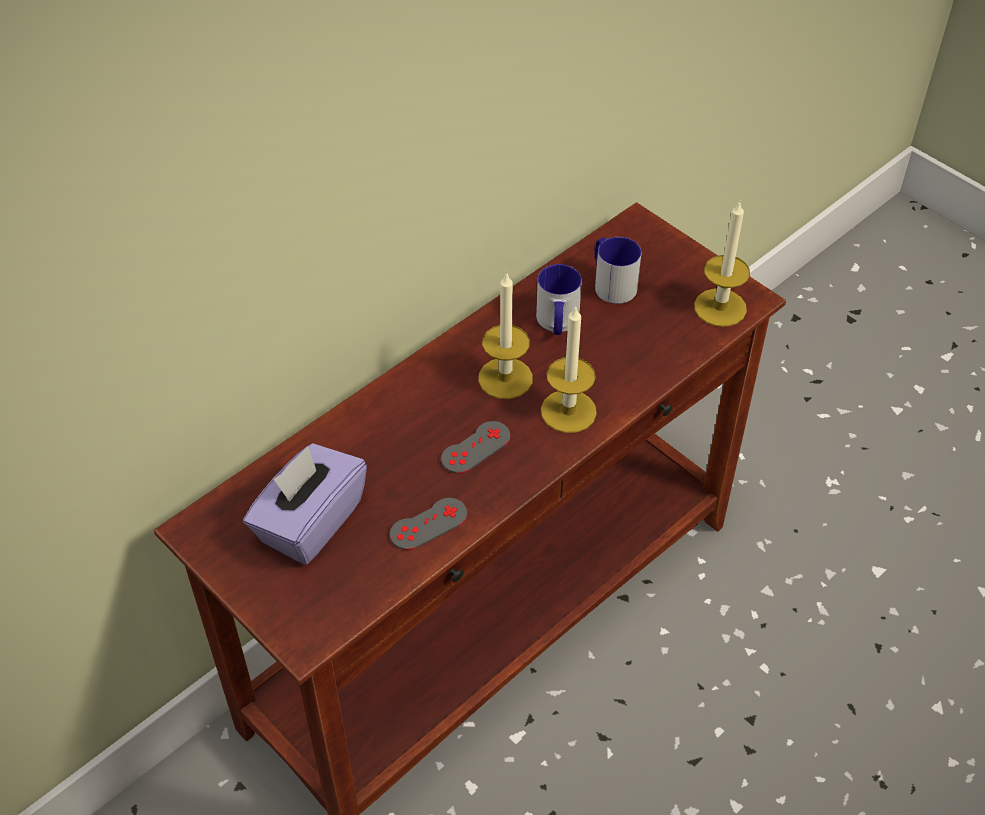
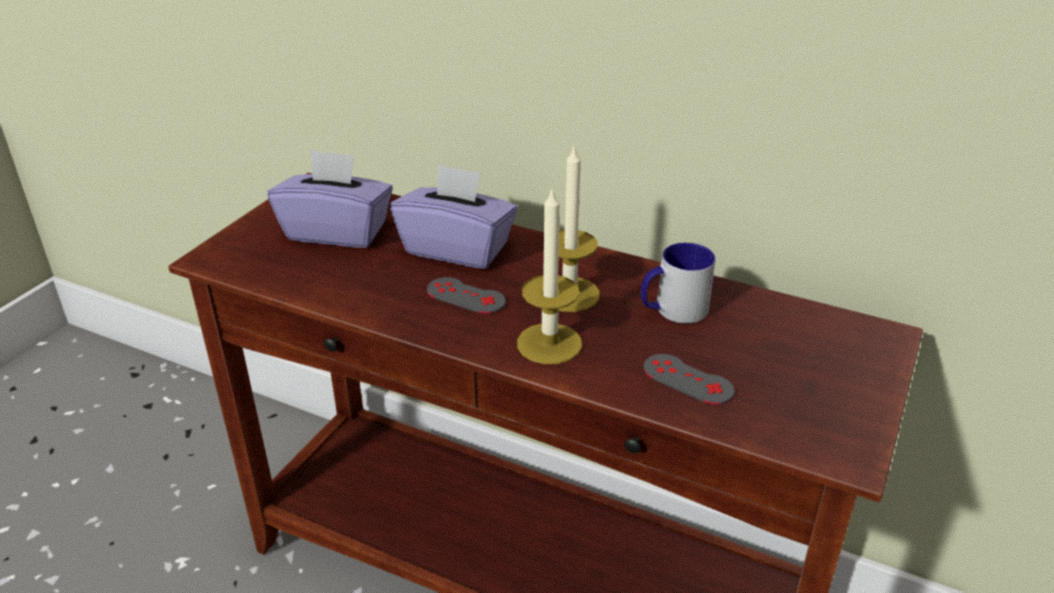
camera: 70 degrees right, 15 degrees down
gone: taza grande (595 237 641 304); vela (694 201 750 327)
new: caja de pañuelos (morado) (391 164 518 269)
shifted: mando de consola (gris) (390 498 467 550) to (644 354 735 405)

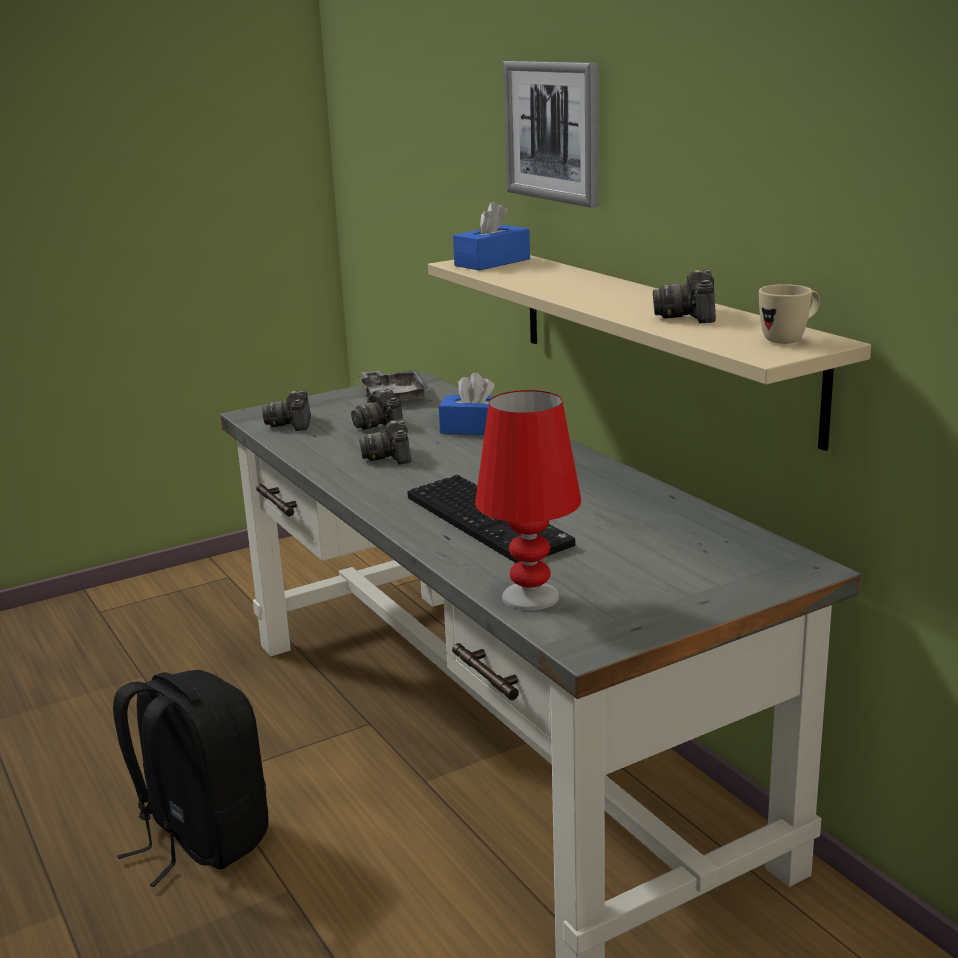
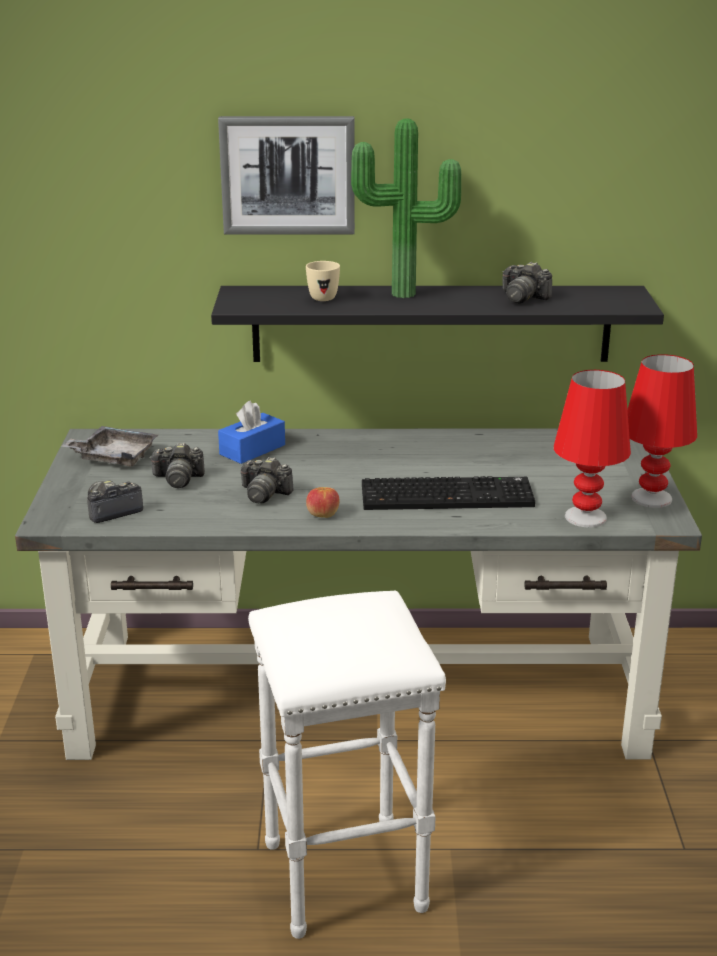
camera: 60 degrees left, 5 degrees up
gone: caja de pañuelos (azul) (453 201 530 270)
new: manzana (306 487 340 518); planta en maceta (351 118 461 298); lámpara de mesa (rojo) (627 354 697 508)
shifted: taza grande (beis) (759 284 820 344) to (306 261 340 301)
swapped: mochila (negro) (113 670 268 887) to taburete (blanco) (248 591 446 939)
repainted: estante (beis) (428 255 871 451) to estante (negro) (211 286 664 362)
rotated: cámara (262 390 311 431) = (87 480 143 523) 120 degrees clockwise

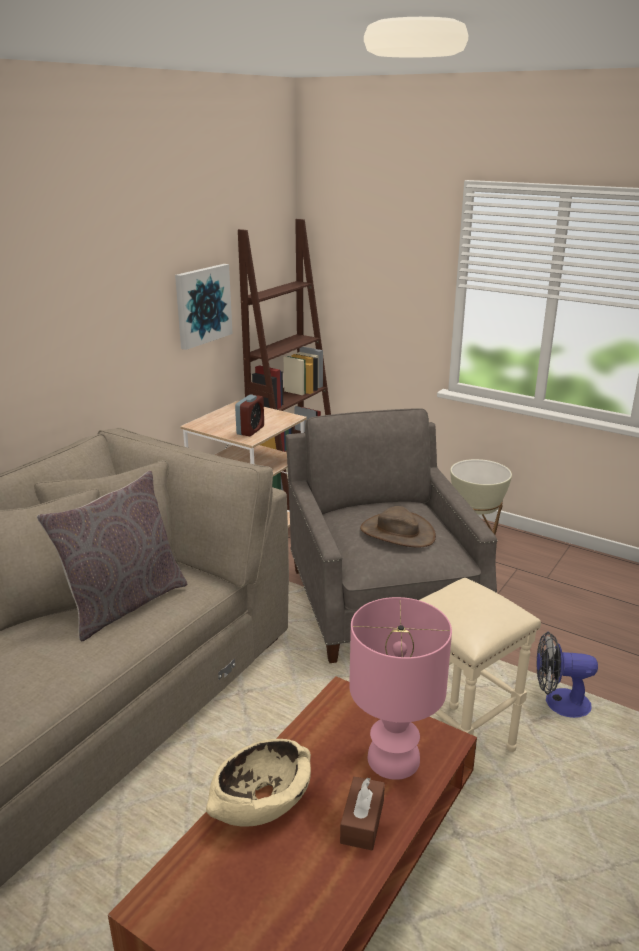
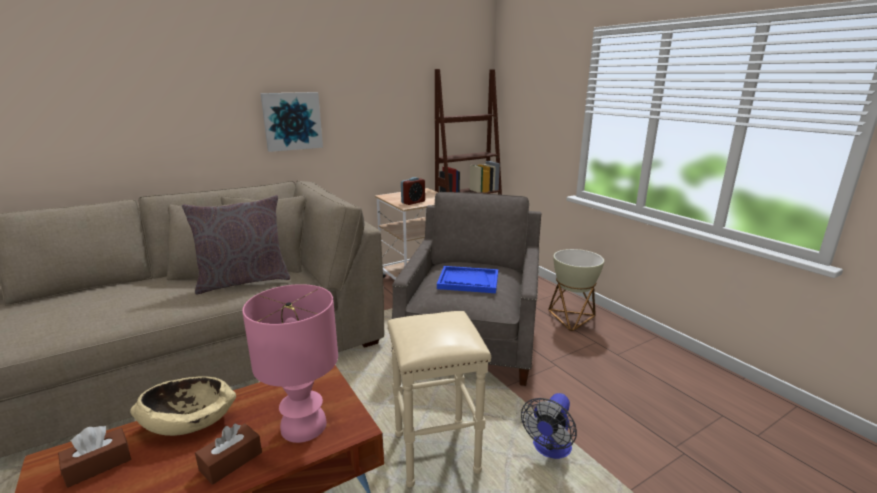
camera: 25 degrees right, 5 degrees down
new: caja de pañuelos (marrón) (58 426 131 488)
shifted: cuadro (175 264 233 350) to (260 92 323 152)
swapped: sombrero (marrón) (360 506 436 548) to bandeja (azul) (437 266 498 293)
rotated: ventilador (537 632 598 718) = (521 393 577 459) 90 degrees counterclockwise

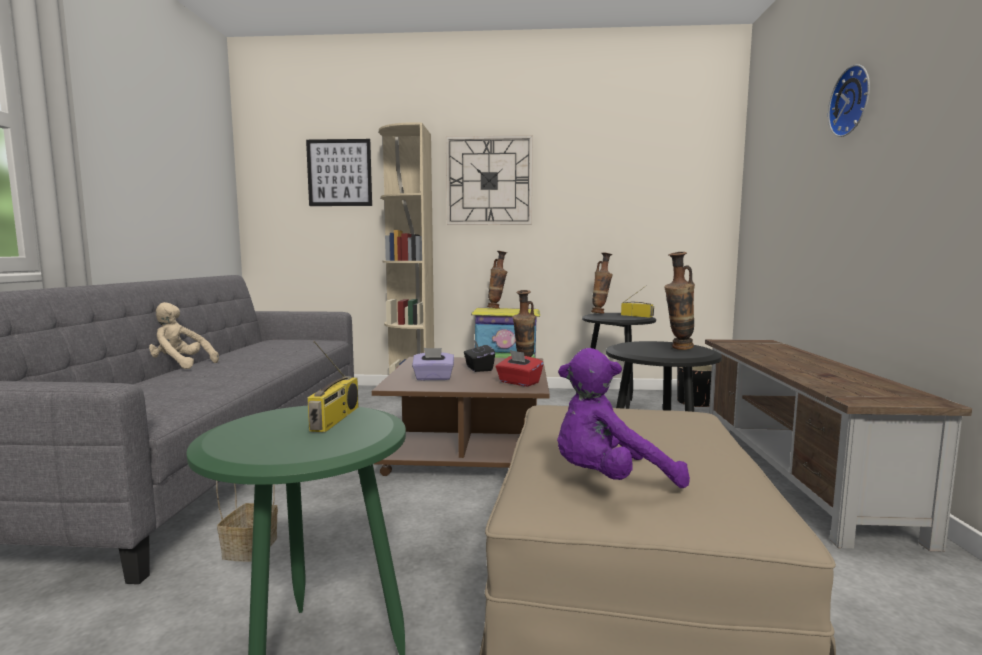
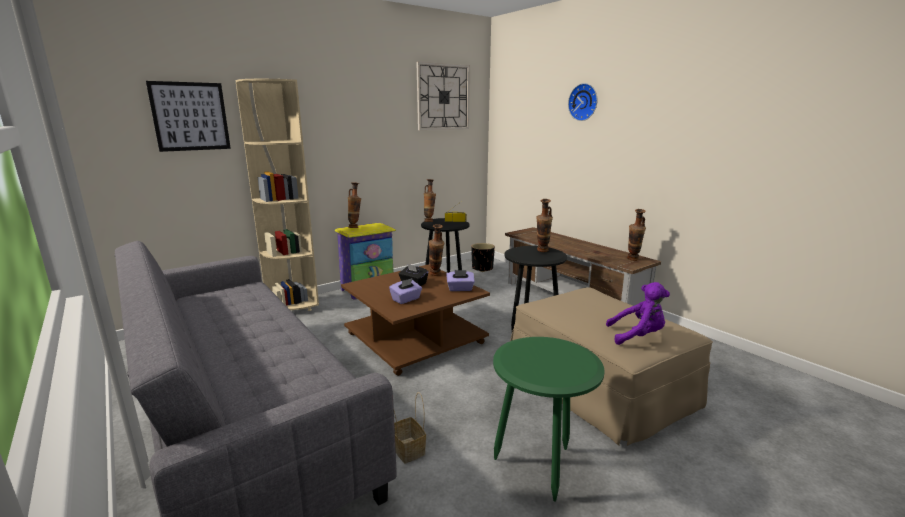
camera: 40 degrees left, 10 degrees up
gone: peluche (beis) (149 302 219 369); radio (307 341 359 432)
new: florero (627 209 646 261)
shifted: reloj de pared (446 135 533 225) to (416 62 470 130)
repainted: caja de pañuelos (rojo) (496 350 544 386) to caja de pañuelos (morado) (446 270 475 291)
rotated: peluche (morado) (557 348 690 488) = (606 282 670 345) 120 degrees counterclockwise

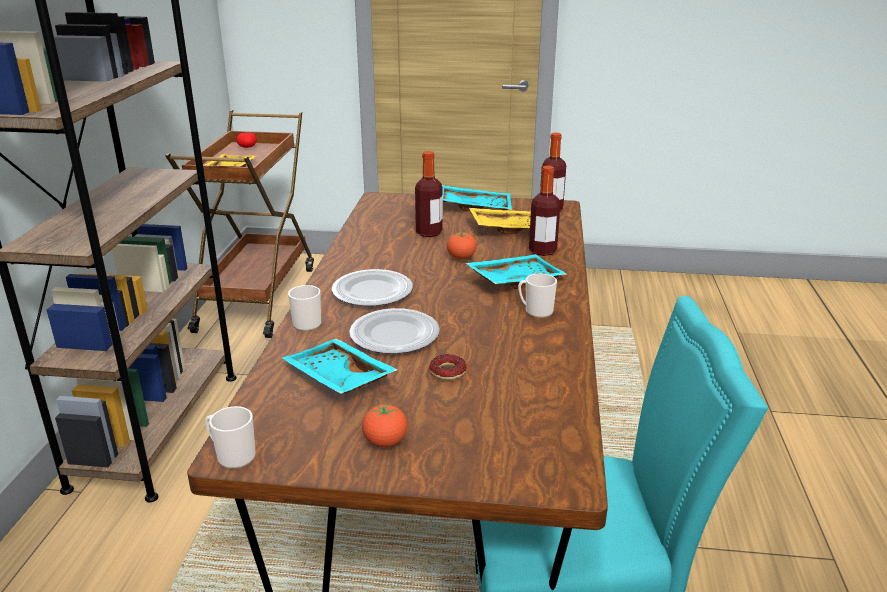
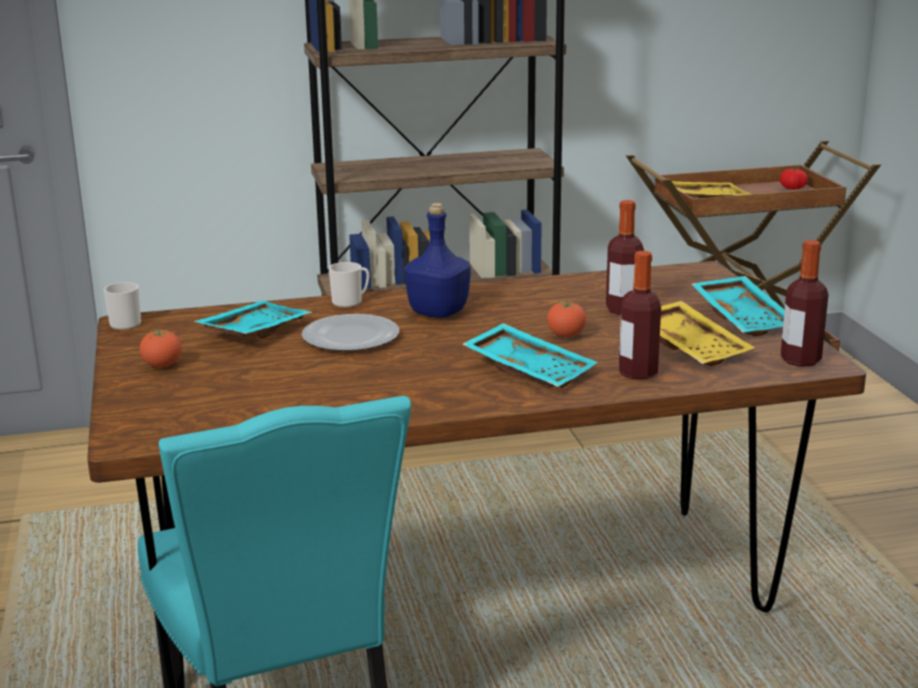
camera: 70 degrees right, 5 degrees down
gone: rosquilla (429 354 467 380); taza grande (518 273 557 318)
swapped: plato (332 269 413 306) to botella (azul) (404 203 471 318)

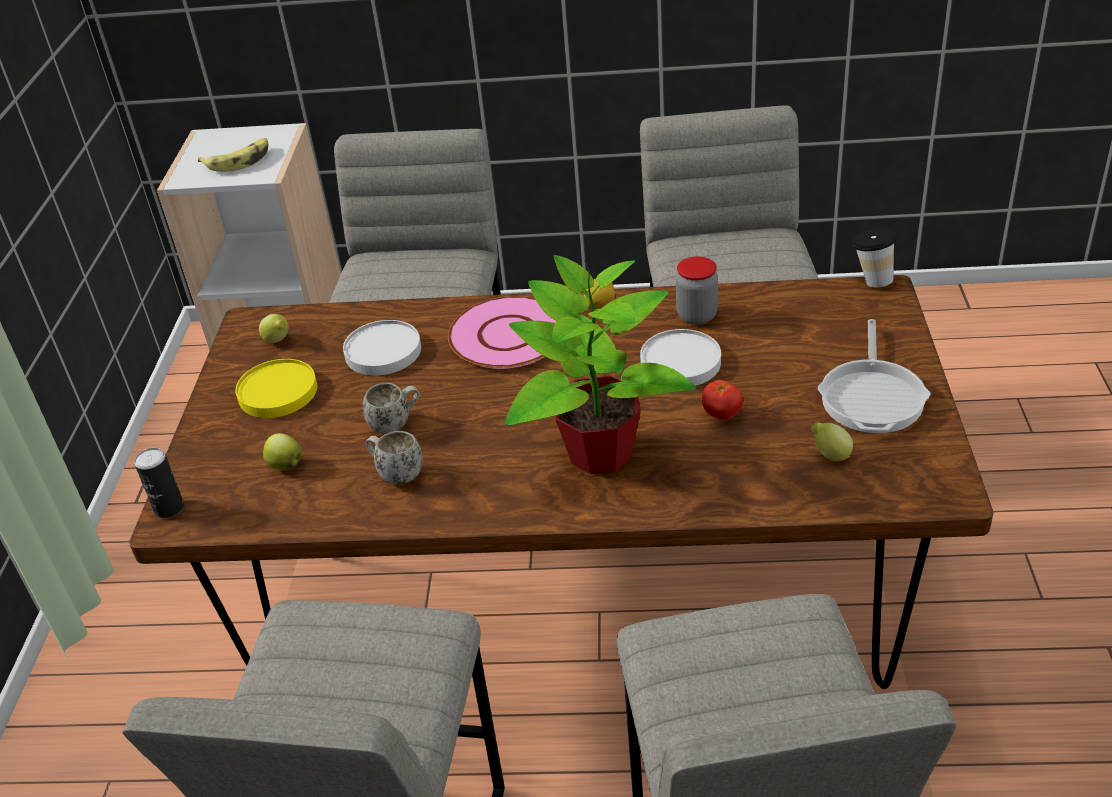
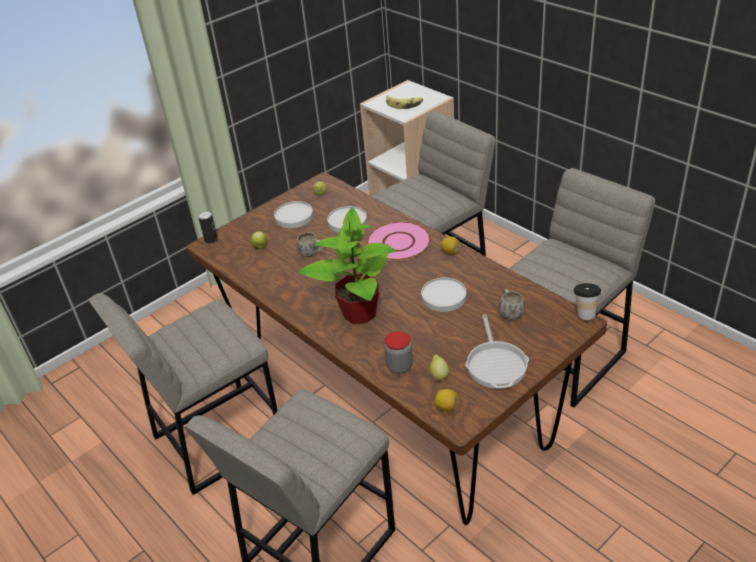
camera: 45 degrees right, 0 degrees up
gone: tomate (701 380 743 420)
new: limón (435 389 459 412)
shifted: taza grande (blanco) (365 431 423 485) to (499 289 525 320); tarro (676 257 718 325) to (384 331 413 374)
repainted: plato (amarillo) (235 359 317 418) to plato (blanco) (274 201 313 228)
rotated: sartén (818 319 931 433) = (465 314 529 389) 60 degrees counterclockwise

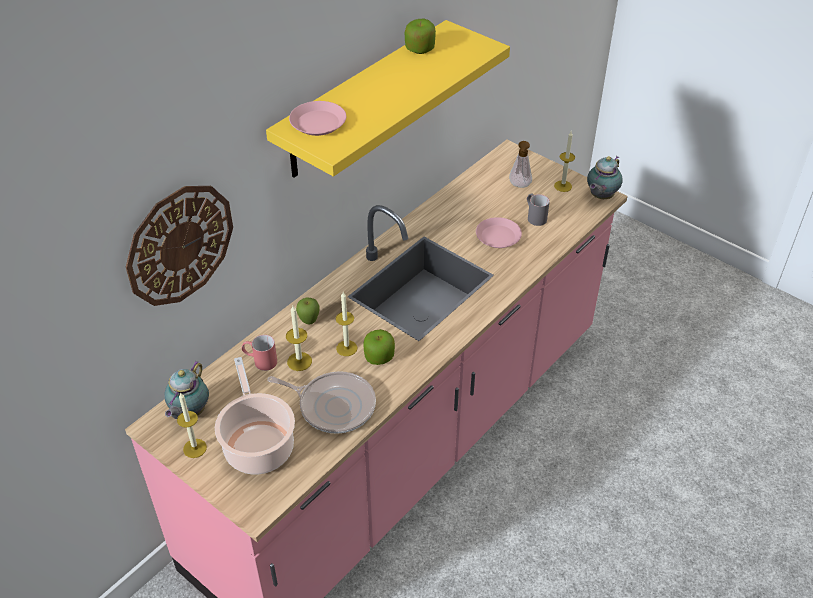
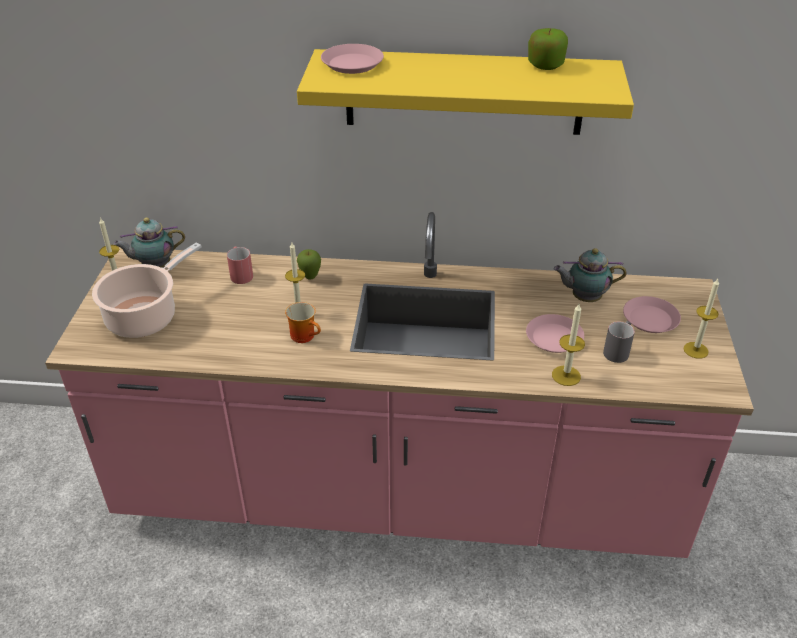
camera: 55 degrees right, 5 degrees down
gone: reloj de pared (126 186 233 306); sartén (267 371 376 434)
shifted: vela (286 306 312 371) to (552 304 585 386); tetera (587 156 623 199) to (554 248 627 302)
swapped: manzana (364 329 395 365) to taza grande (285 302 321 343); dispensador de jabón (509 141 532 188) to plato (rosa) (623 296 681 333)

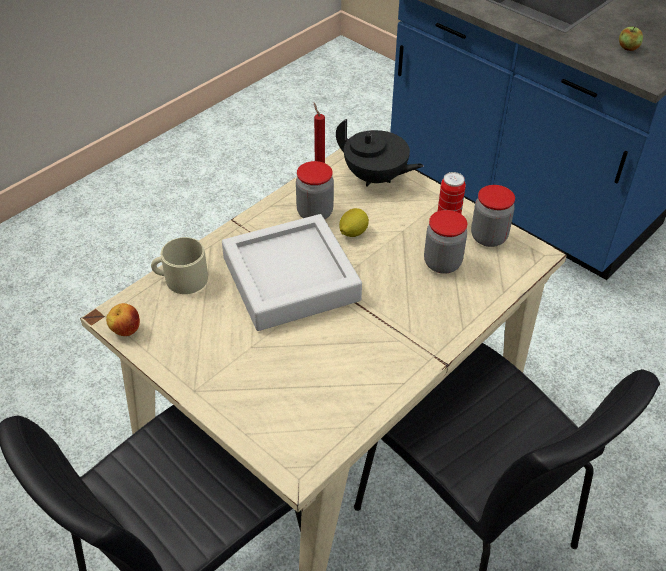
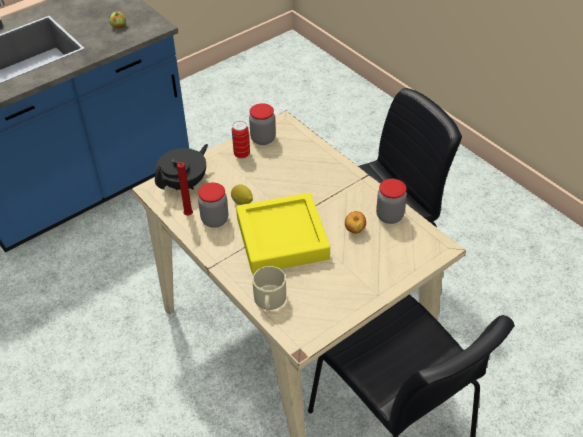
camera: 80 degrees left, 0 degrees up
shifted: manzana (106 303 140 336) to (345 211 366 234); tarro (424 210 467 274) to (376 179 407 224)
repainted: bandeja (gris) (222 214 362 331) to bandeja (amarillo) (236 193 330 274)

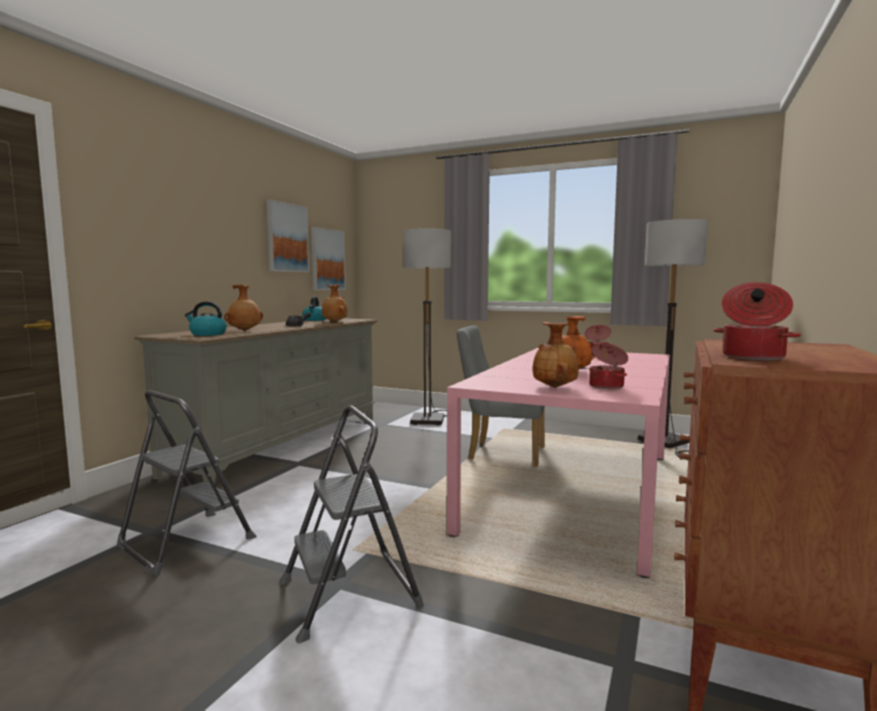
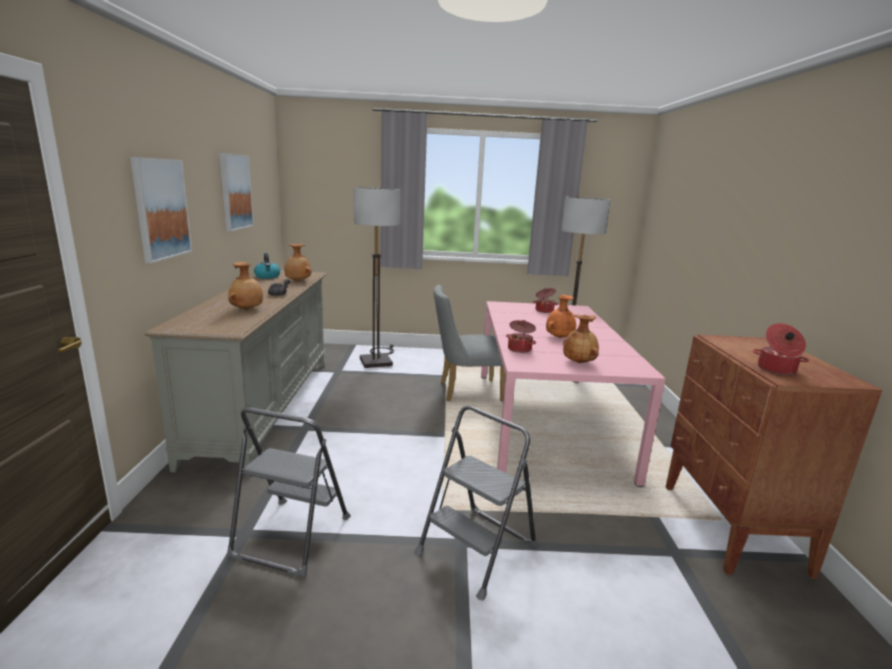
camera: 25 degrees left, 10 degrees up
gone: hervidor (185 301 227 336)
shifted: cuadro (311 227 346 290) to (130 157 192 263); olla (589 343 628 389) to (506 320 536 353)

